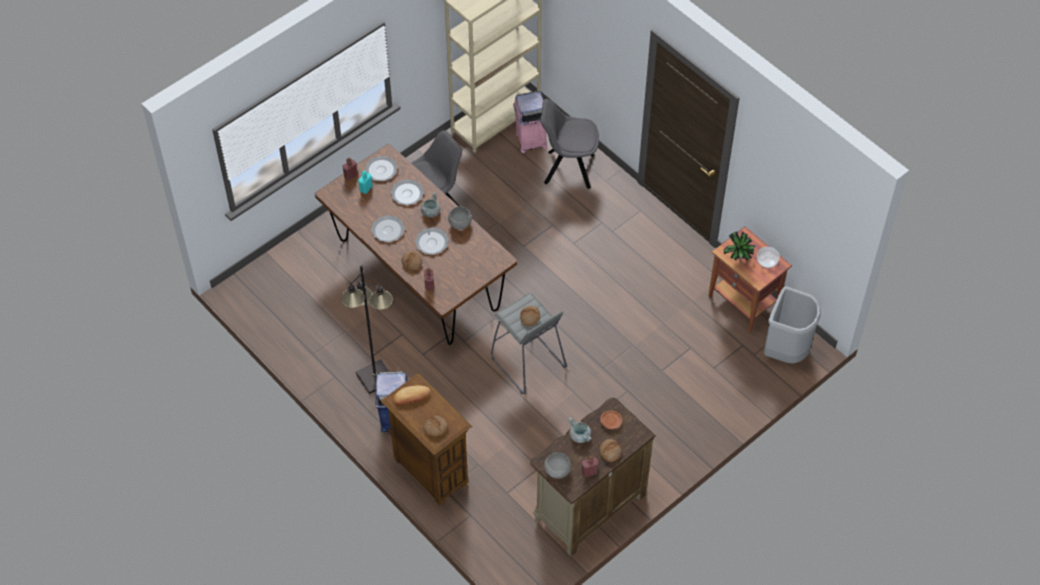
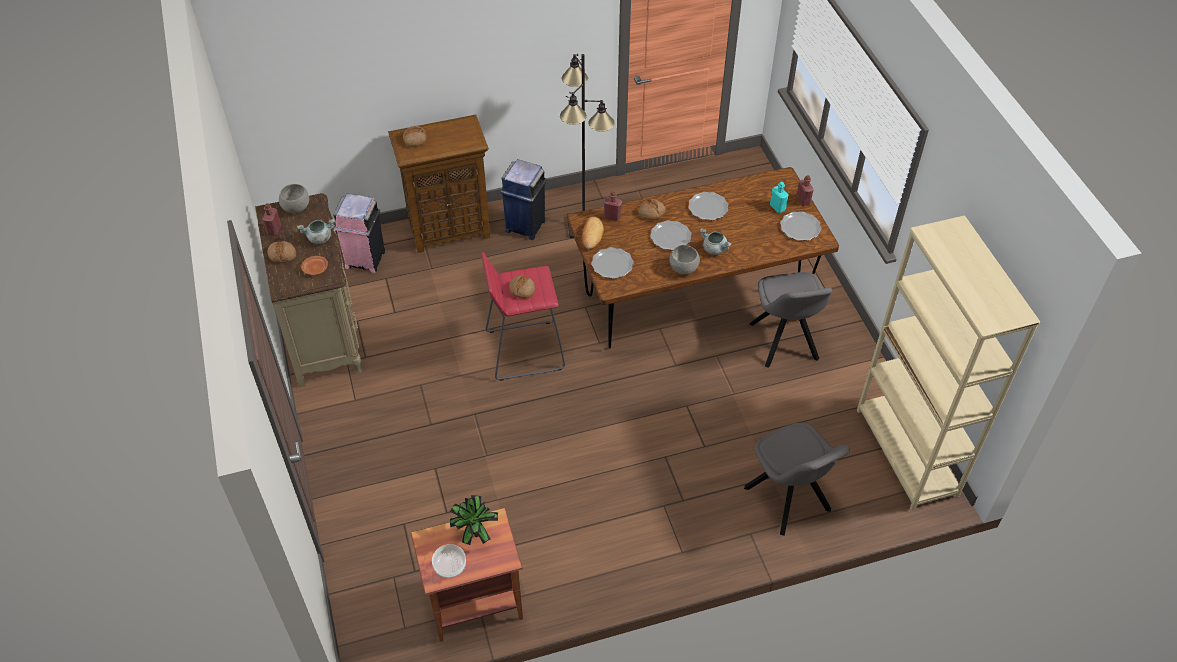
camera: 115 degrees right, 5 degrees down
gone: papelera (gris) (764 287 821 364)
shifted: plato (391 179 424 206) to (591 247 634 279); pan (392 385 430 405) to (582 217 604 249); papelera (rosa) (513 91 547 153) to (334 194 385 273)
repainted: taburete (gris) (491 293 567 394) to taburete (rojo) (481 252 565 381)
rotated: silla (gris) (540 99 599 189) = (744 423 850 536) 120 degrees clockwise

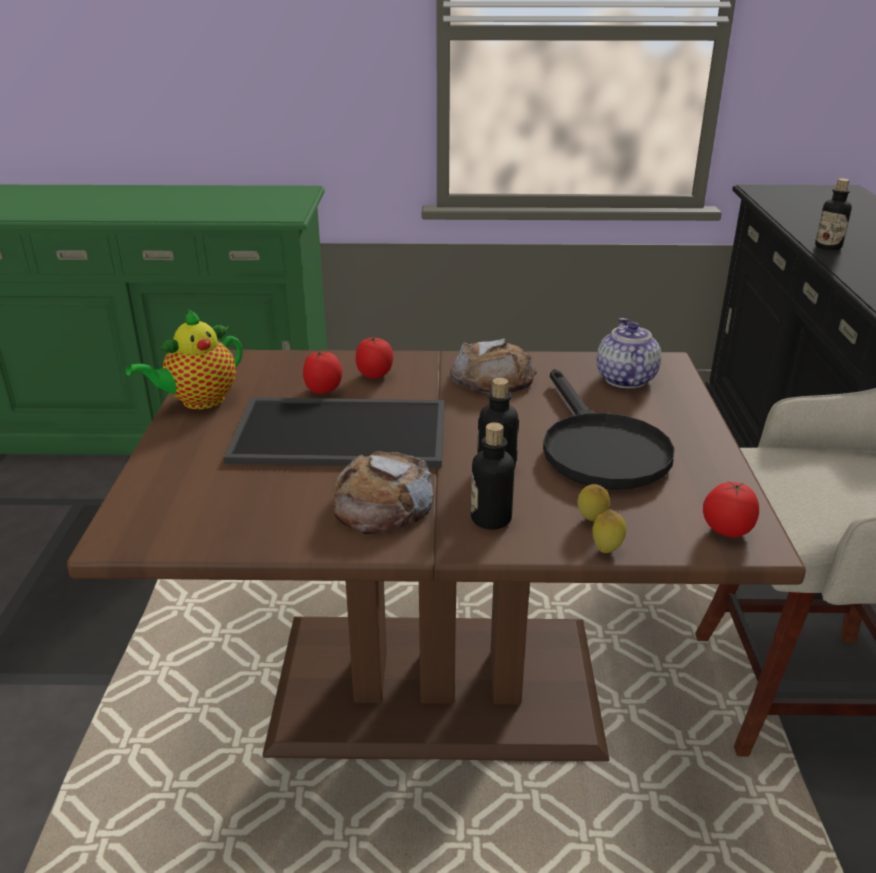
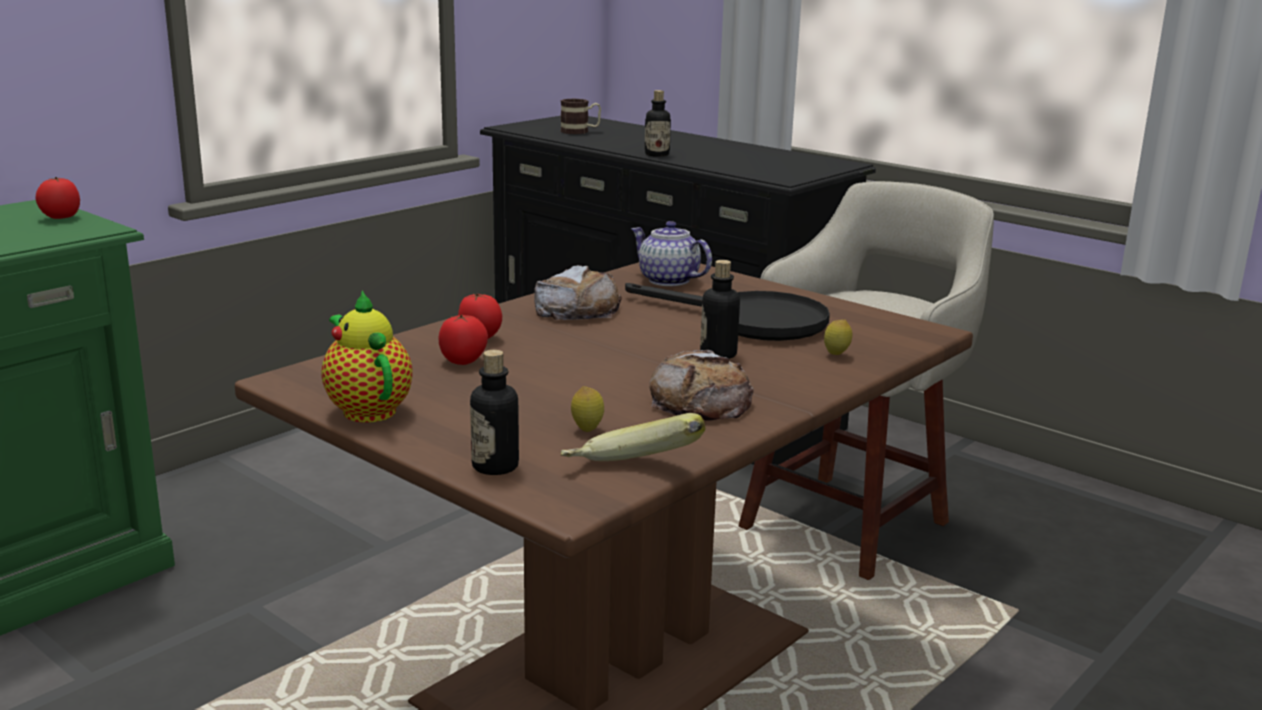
camera: 50 degrees left, 10 degrees down
gone: bandeja (224 397 444 468)
new: taza grande (560 99 601 134); plátano (561 413 705 461)
shifted: botella (471 422 514 530) to (470 350 519 475); limón (592 509 626 553) to (571 386 604 432); tomate (703 481 759 538) to (35 177 80 219)
rotated: tetera (126 309 242 409) = (321 290 413 423) 150 degrees clockwise

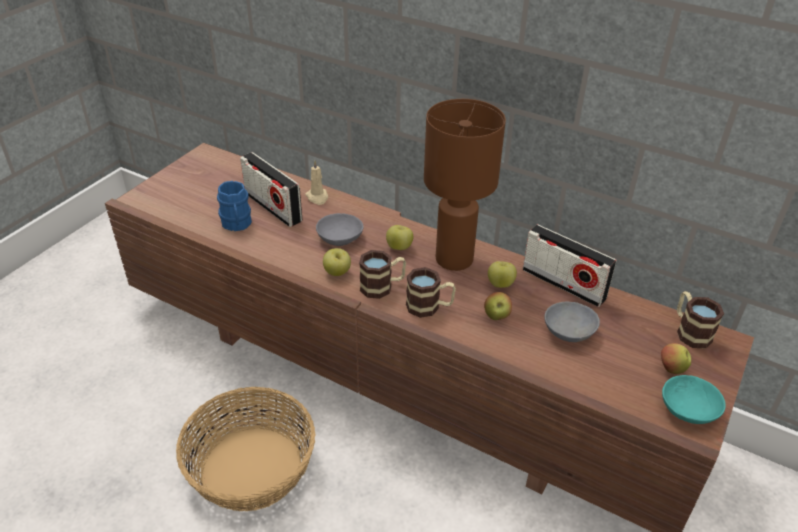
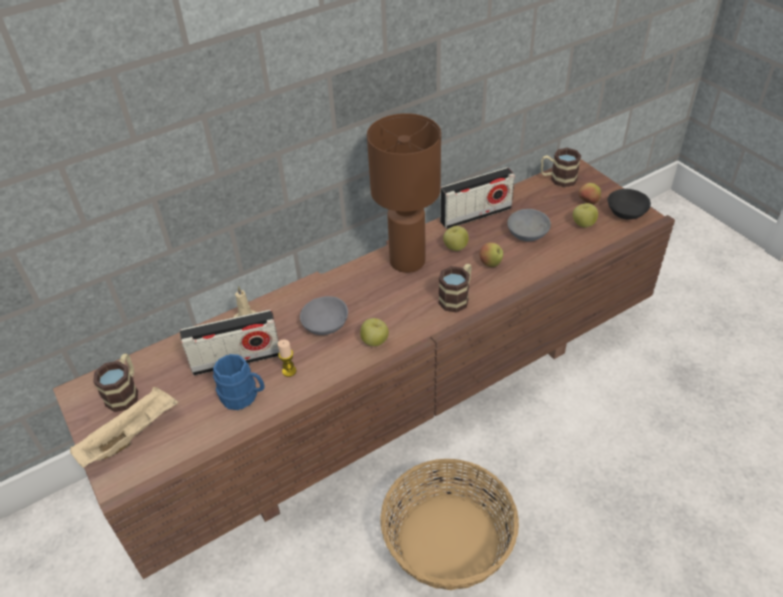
camera: 60 degrees left, 5 degrees up
new: bandeja (beis) (70 387 178 468); vela (278 339 296 377)
shifted: taza grande (359 250 406 299) to (93 353 138 412); manzana (386 225 413 250) to (573 203 598 228)
repainted: cuenco (turquesa) (662 375 726 424) to cuenco (negro) (608 189 651 220)

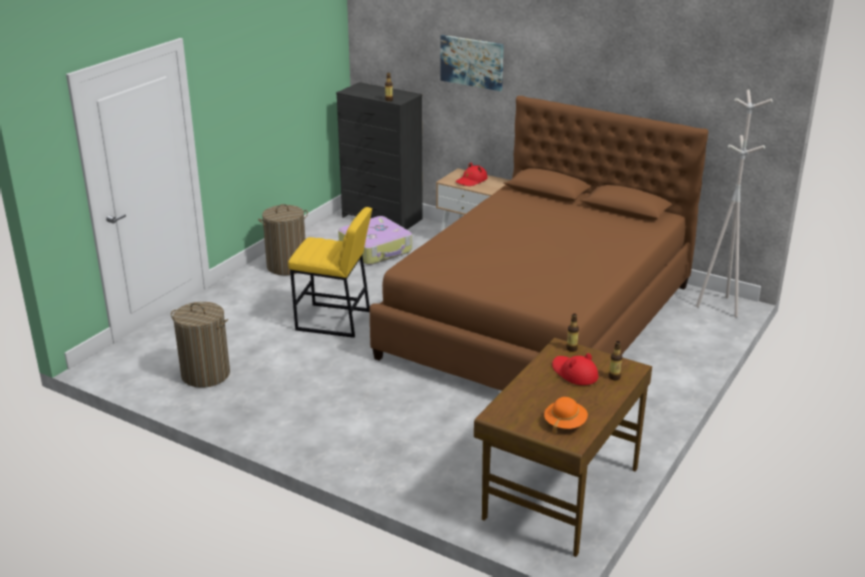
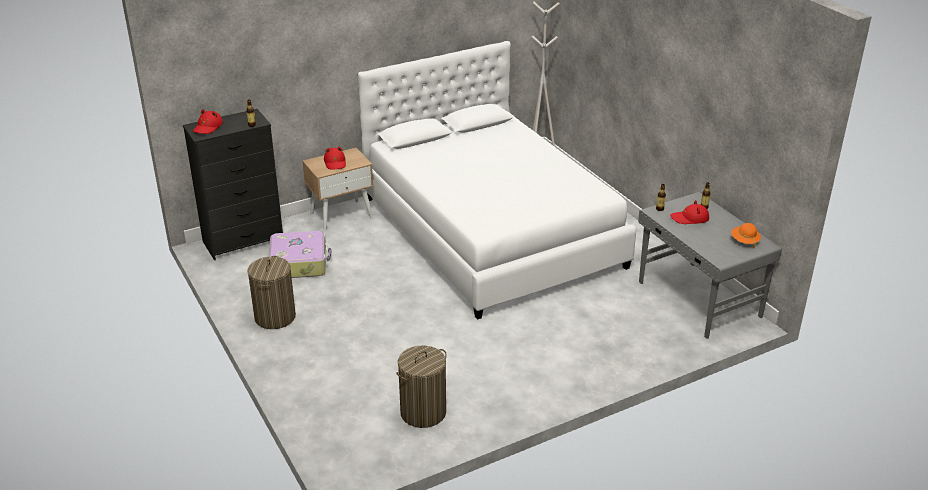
camera: 60 degrees left, 5 degrees up
gone: silla (amarillo) (288 207 372 338); cuadro (440 35 504 91)
new: sombrero (rojo) (193 109 223 134)
repainted: cama (marrón) (370 96 708 391) to cama (blanco) (358 41 637 320); escritorio (marrón) (474 338 652 557) to escritorio (gris) (638 192 782 339)

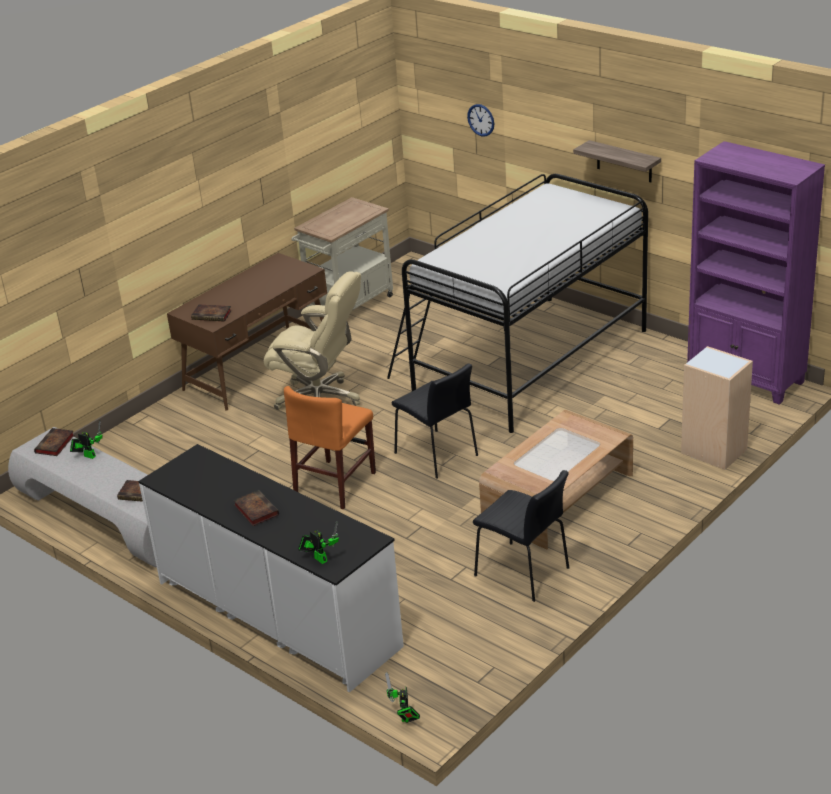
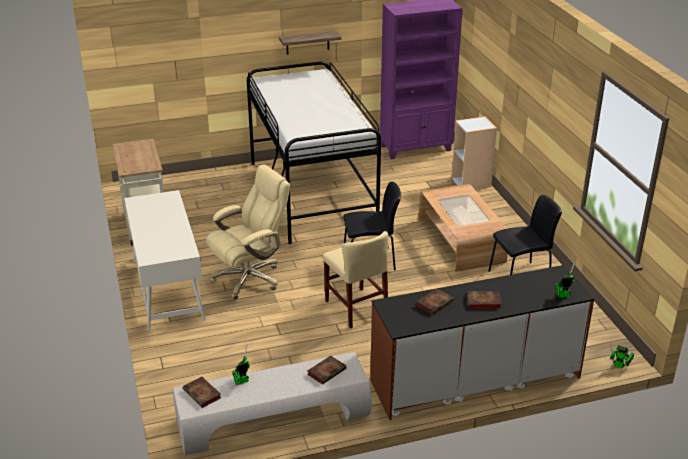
camera: 60 degrees left, 0 degrees up
gone: reloj de pared (467 104 494 137)
shifted: libro (191 304 232 322) to (415 288 454 315)
repainted: cómoda (blanco) (139 444 404 693) to cómoda (marrón) (370 265 594 420); escritorio (marrón) (167 253 327 410) to escritorio (blanco) (124 190 206 331); silla (naranja) (284 386 376 510) to silla (beis) (323 231 388 328)

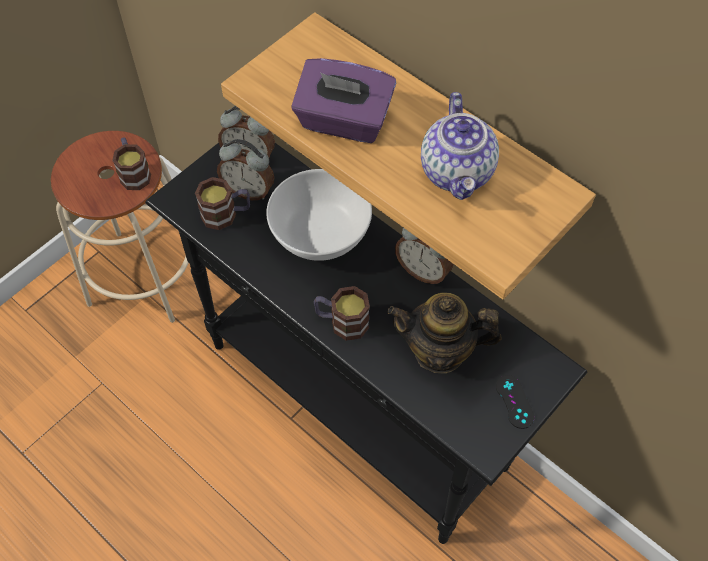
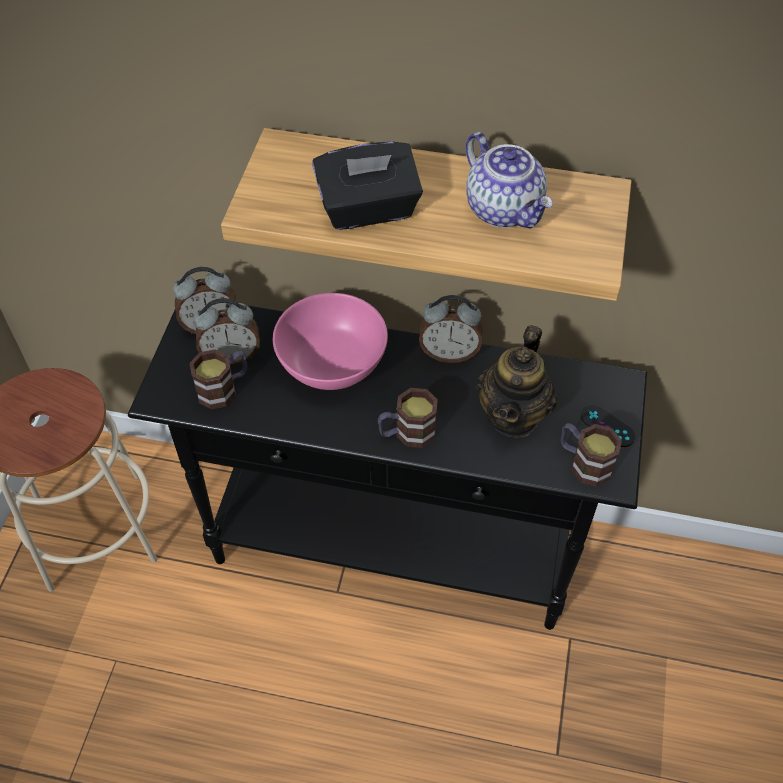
camera: 30 degrees left, 5 degrees down
shifted: taza grande (112 137 151 190) to (561 423 622 487)
repainted: cuenco (blanco) (266 169 372 261) to cuenco (rosa) (273 293 388 390); caja de pañuelos (morado) (291 58 396 143) to caja de pañuelos (negro) (312 142 423 230)
rotated: tetera (387 293 501 373) = (476 325 557 438) 45 degrees counterclockwise

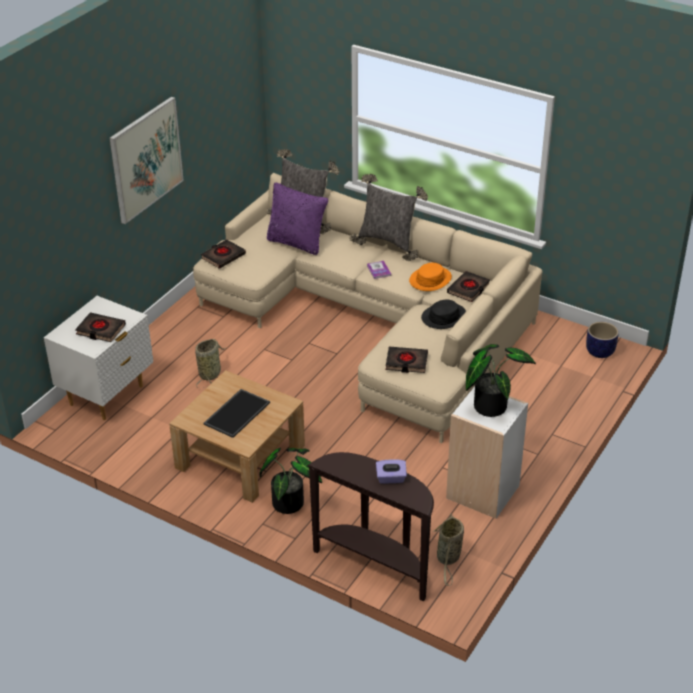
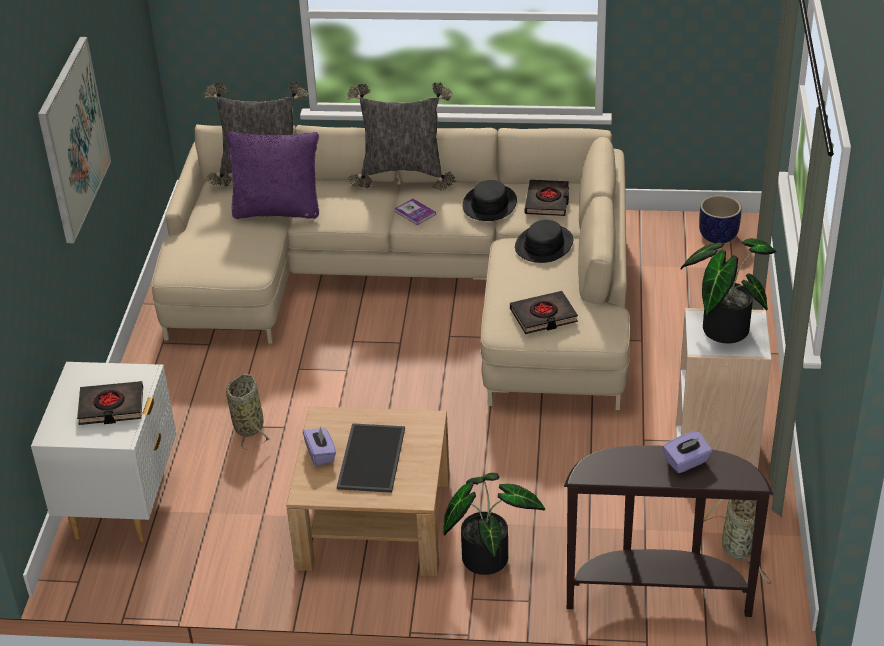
camera: 25 degrees left, 0 degrees up
gone: libro (negro) (201 239 246 269)
new: caja de pañuelos (morado) (303 427 336 466)
repainted: sombrero (naranja) (409 263 452 291) to sombrero (negro) (462 180 517 221)

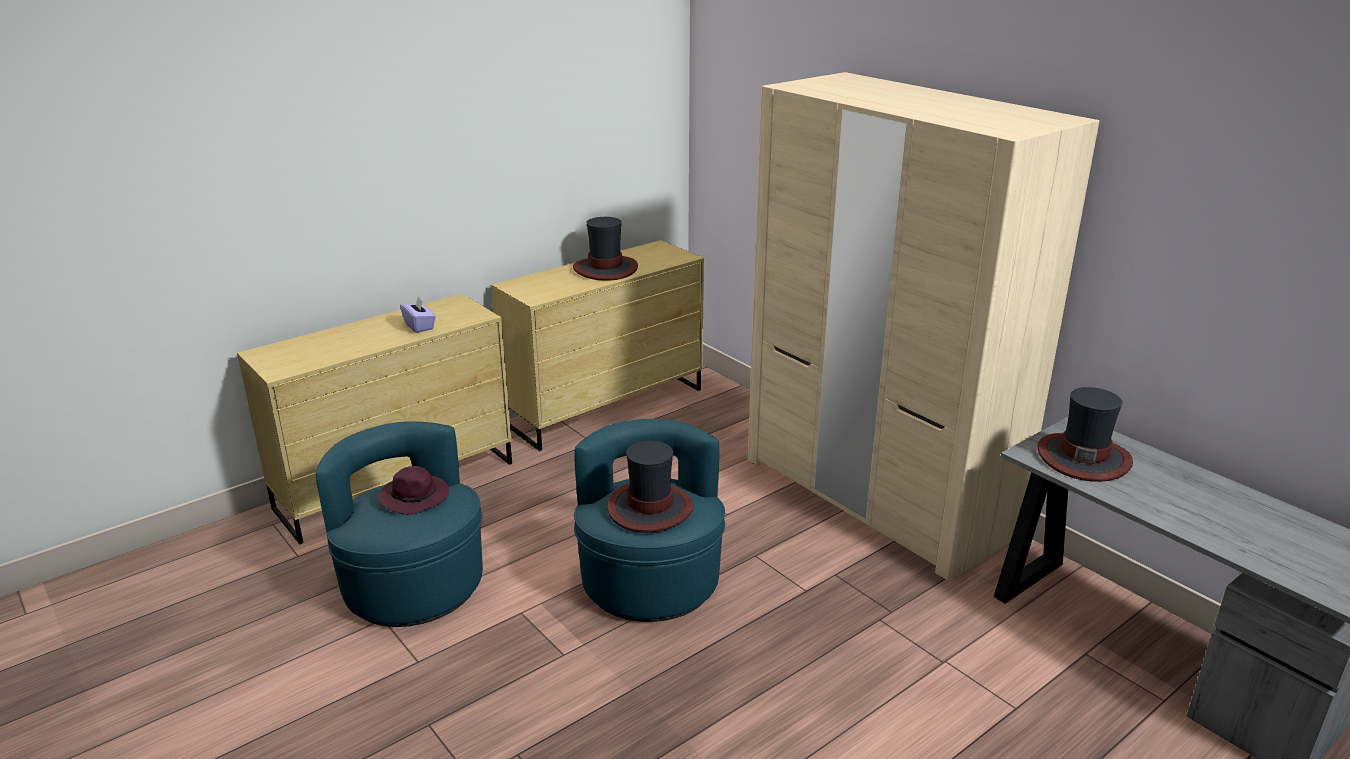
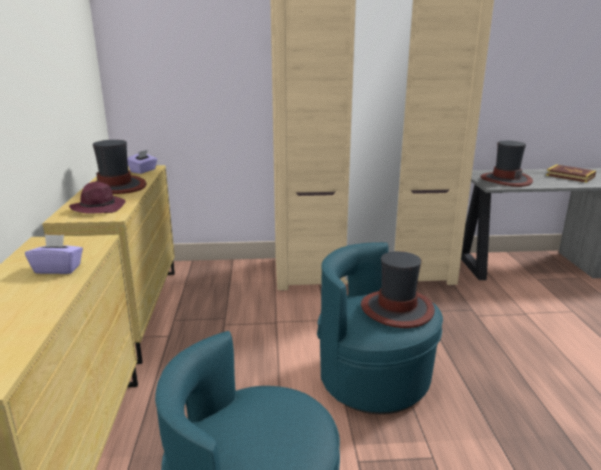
camera: 55 degrees left, 5 degrees down
new: caja de pañuelos (morado) (127 150 157 174); libro (546 164 596 183)
shifted: sombrero (morado) (378 466 449 515) to (69 182 126 213)

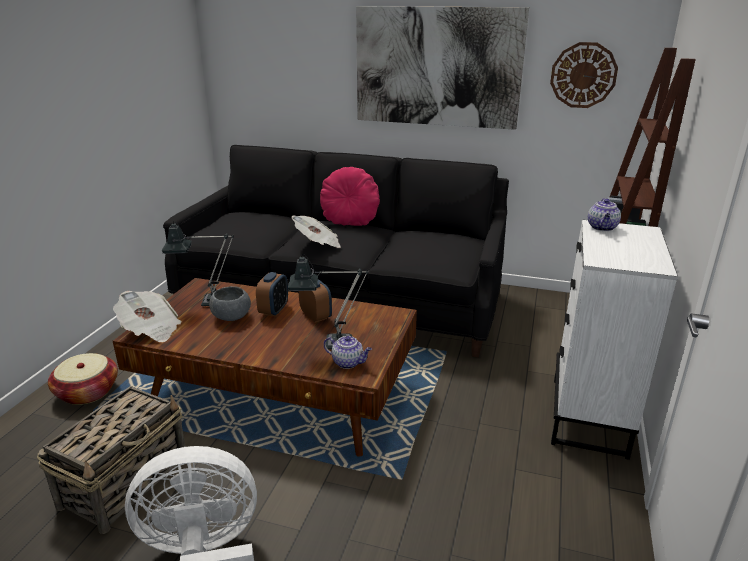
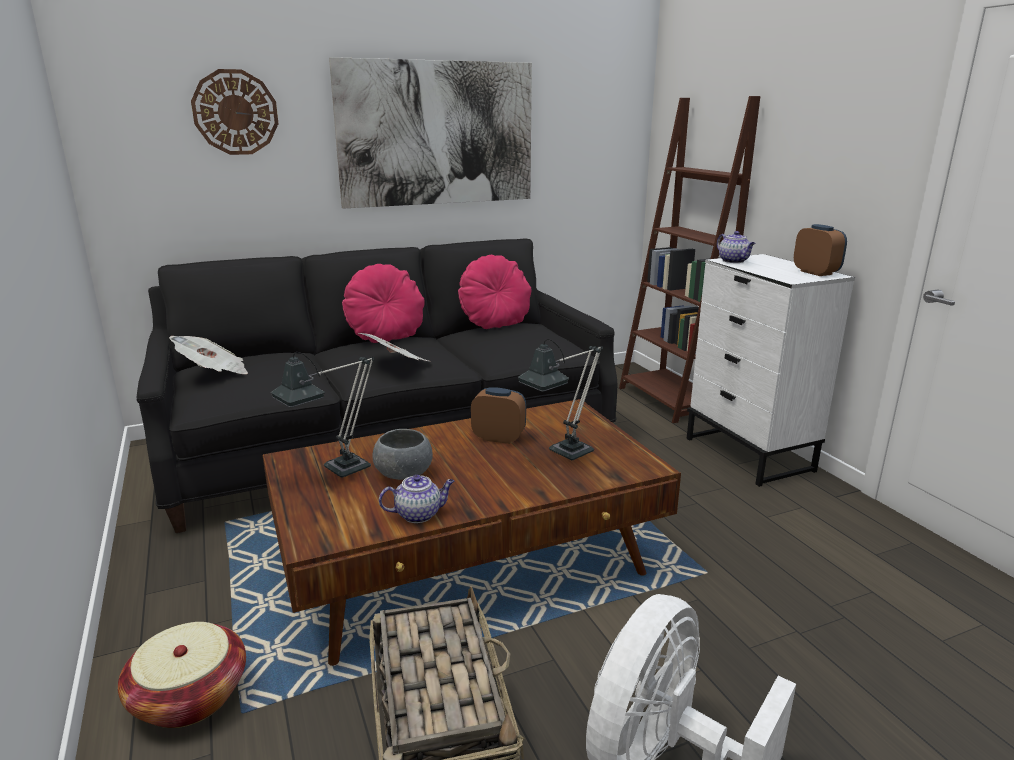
camera: 40 degrees left, 5 degrees down
new: cojín (rosa) (458 255 532 329)
shifted: periódico (113 291 182 342) to (169 336 248 374); despertador (256 272 288 317) to (794 224 847 276); tetera (324 336 372 369) to (379 475 454 523); reloj de pared (550 42 618 108) to (191 69 278 155)

